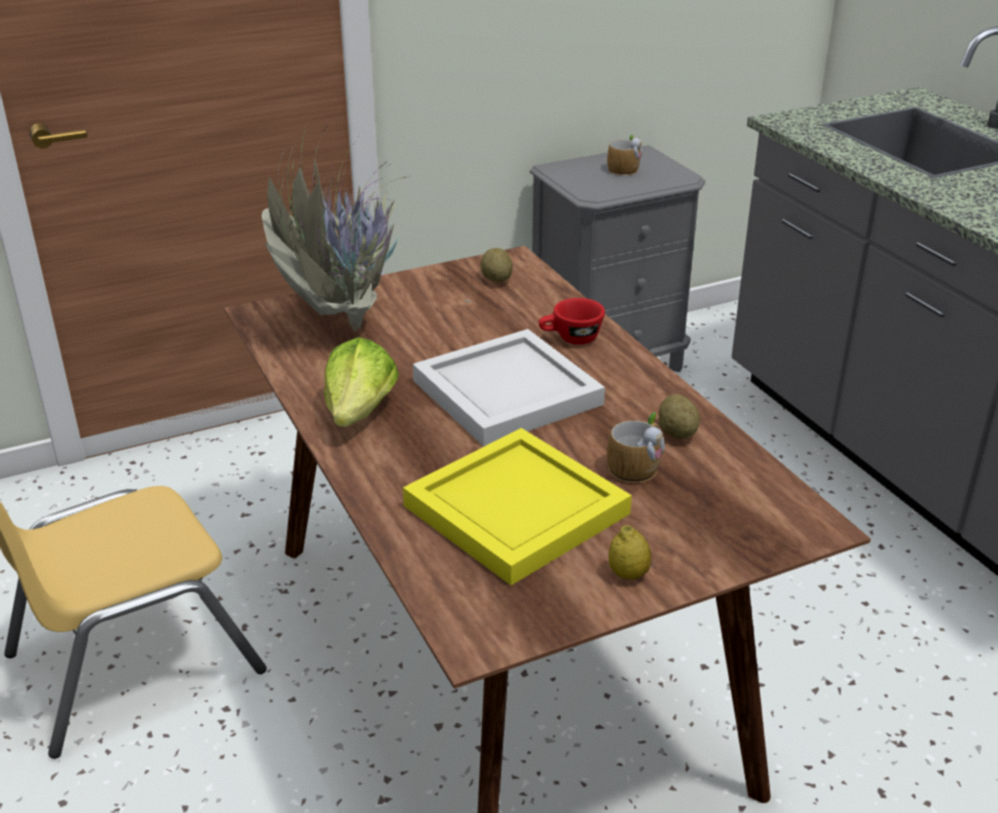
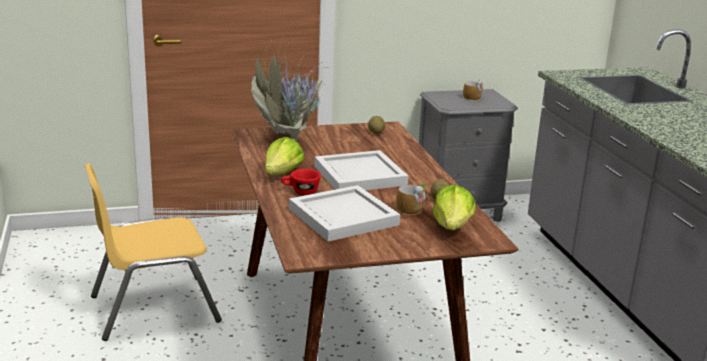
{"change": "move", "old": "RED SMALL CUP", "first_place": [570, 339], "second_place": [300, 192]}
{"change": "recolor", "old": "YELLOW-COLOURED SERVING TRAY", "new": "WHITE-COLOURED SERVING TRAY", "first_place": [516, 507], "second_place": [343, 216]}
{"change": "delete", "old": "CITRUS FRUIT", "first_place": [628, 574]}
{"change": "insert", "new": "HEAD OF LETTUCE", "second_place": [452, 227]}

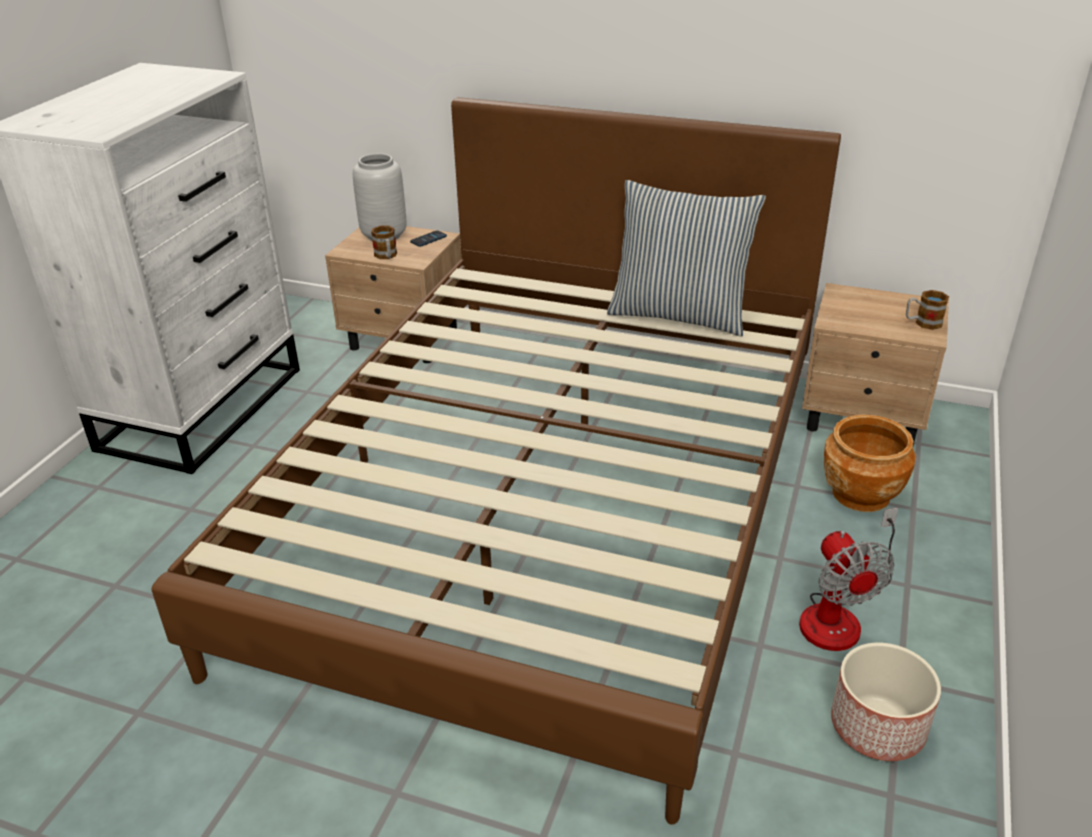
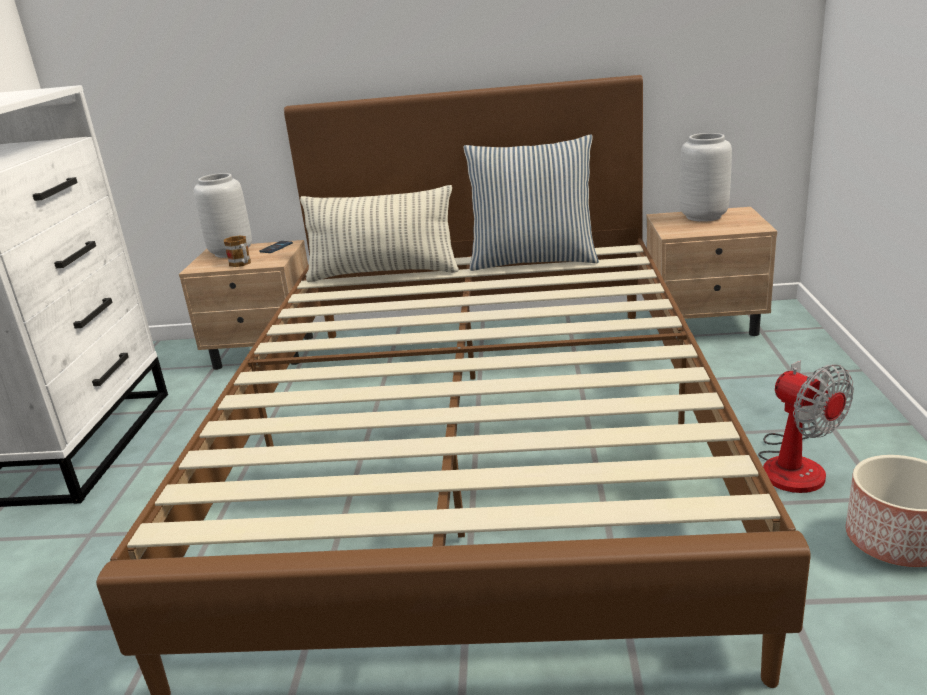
{"change": "delete", "old": "COFFEE MUG", "first_place": [922, 323]}
{"change": "delete", "old": "BROWN-COLOURED PLANT POT", "first_place": [861, 493]}
{"change": "insert", "new": "GREYISH FLOWER VASE", "second_place": [702, 217]}
{"change": "insert", "new": "CUSHION", "second_place": [383, 273]}

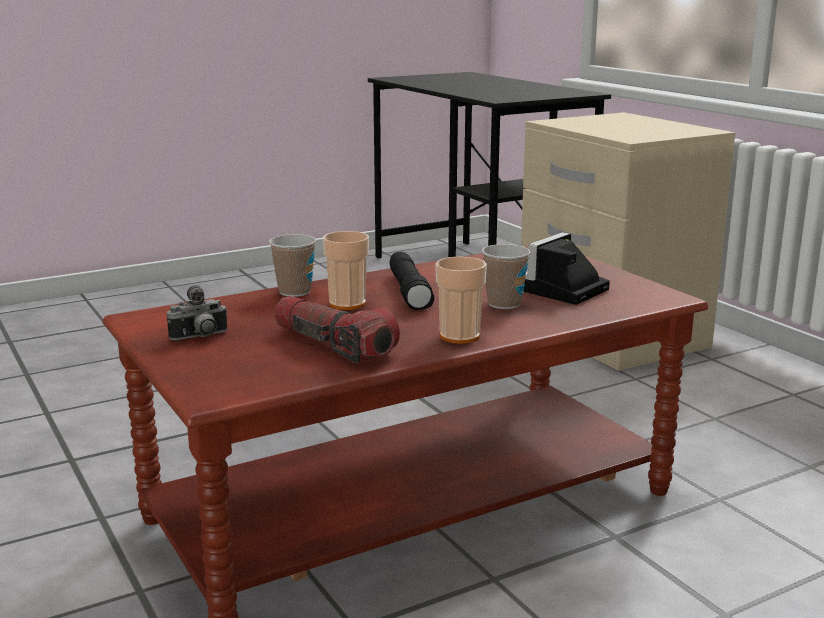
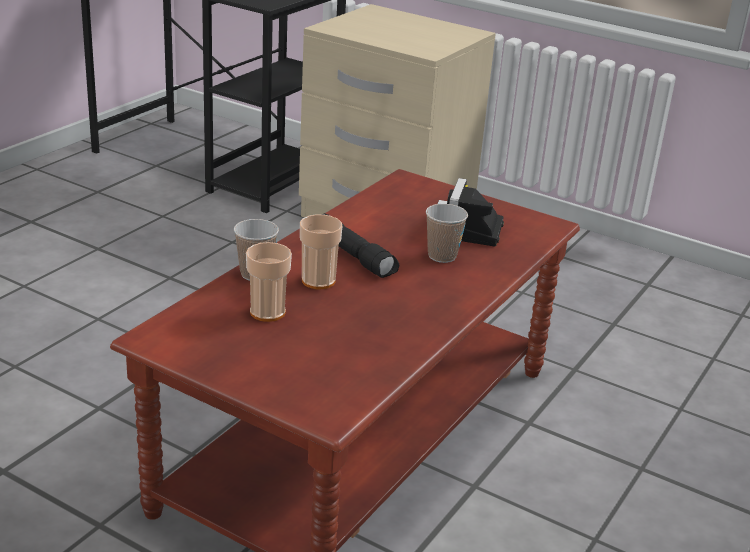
{"change": "move", "old": "SMALL CUP", "first_place": [459, 336], "second_place": [267, 312]}
{"change": "delete", "old": "STILL CAMERA", "first_place": [200, 337]}
{"change": "delete", "old": "HAND TORCH", "first_place": [333, 345]}

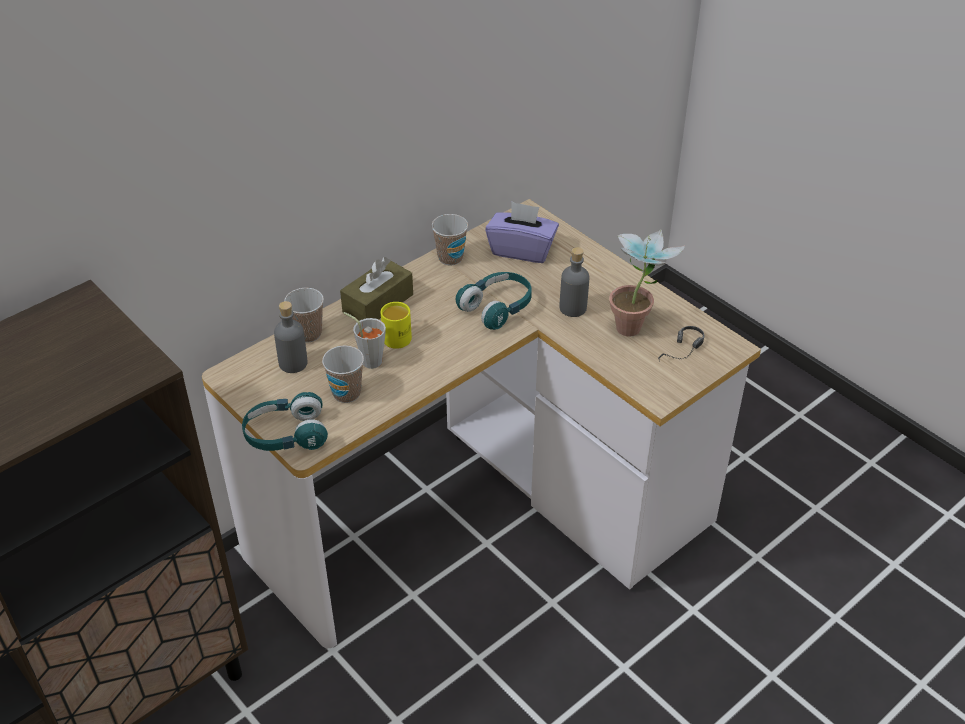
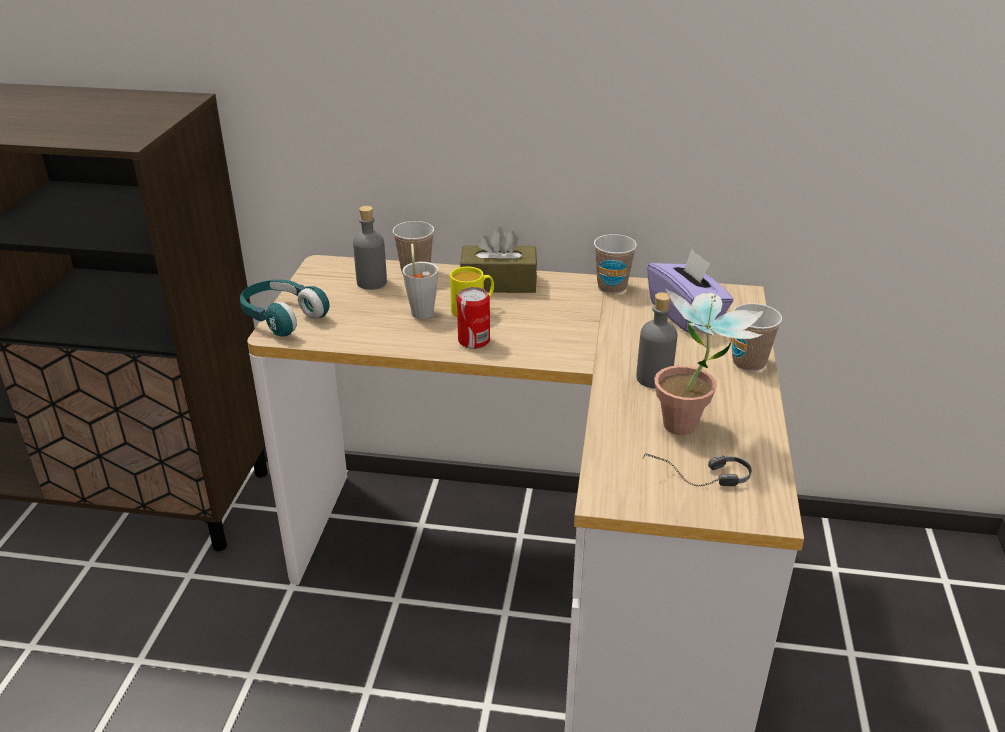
{"change": "delete", "old": "TURQUOISE-COLOURED HEADSET", "first_place": [497, 308]}
{"change": "move", "old": "SMALL CUP", "first_place": [346, 393], "second_place": [748, 363]}
{"change": "insert", "new": "METAL CAN", "second_place": [474, 341]}

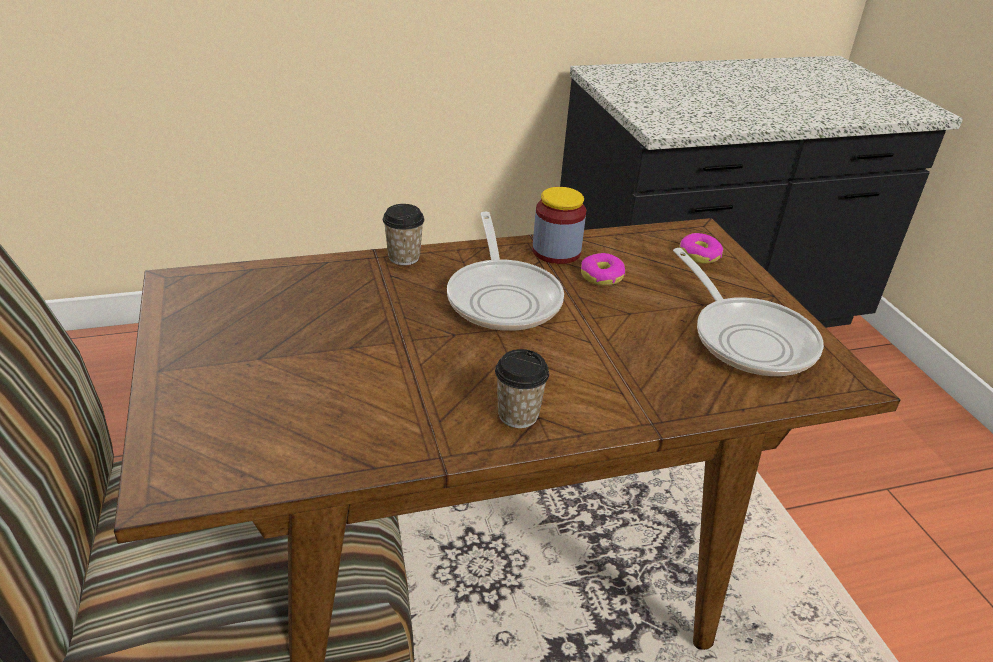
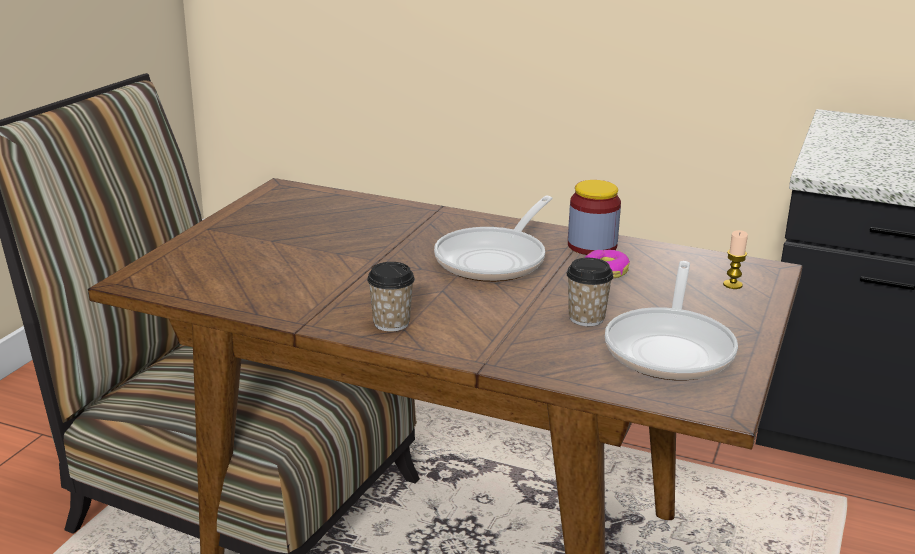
{"change": "move", "old": "SMALL CUP", "first_place": [404, 257], "second_place": [586, 318]}
{"change": "replace", "old": "RING DOUGHNUT", "new": "WAX CANDLE", "first_place": [699, 255], "second_place": [732, 285]}

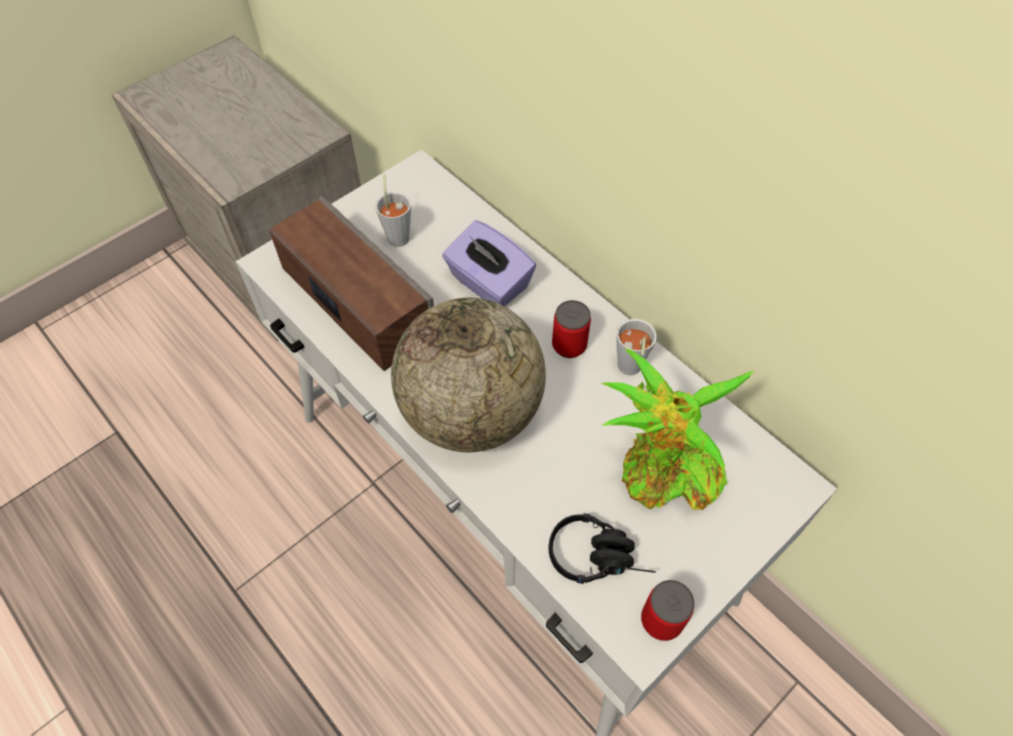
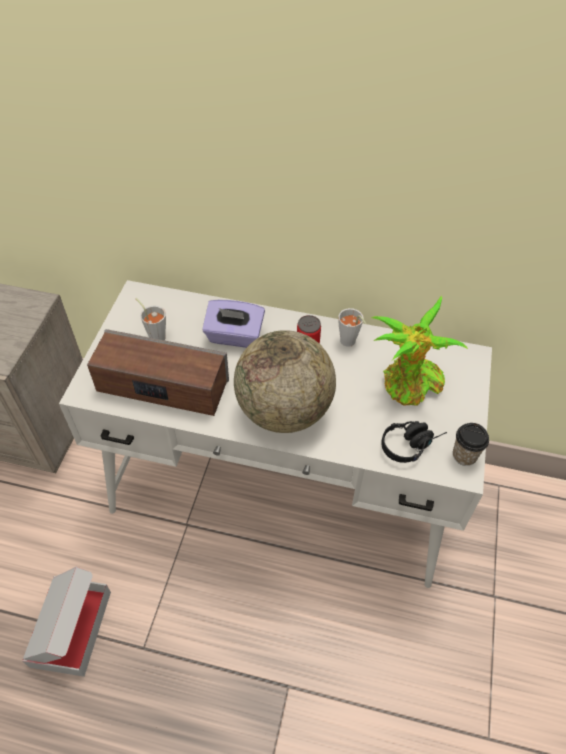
{"change": "replace", "old": "METAL CAN", "new": "SMALL CUP", "first_place": [661, 620], "second_place": [464, 455]}
{"change": "insert", "new": "CARDBOARD BOX", "second_place": [71, 628]}

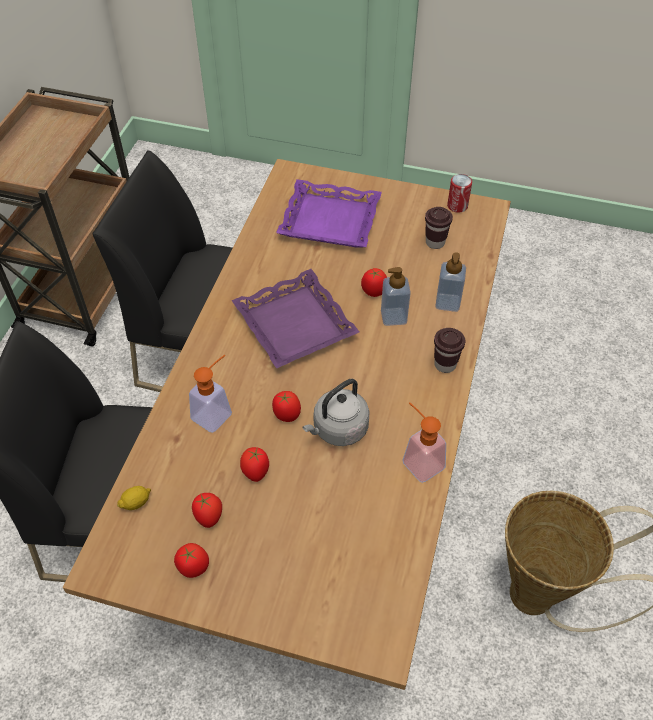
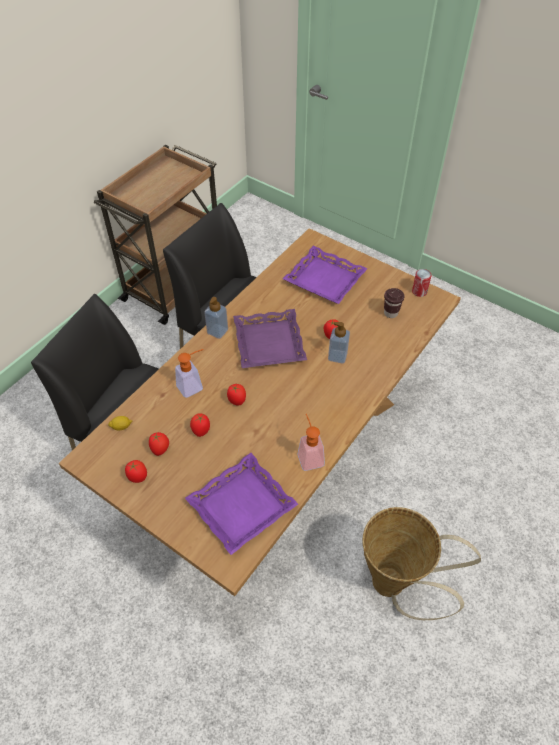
{"change": "move", "old": "SOAP BOTTLE", "first_place": [447, 302], "second_place": [217, 331]}
{"change": "delete", "old": "BROWN-COLOURED SMALL CUP", "first_place": [445, 365]}
{"change": "delete", "old": "GREYISH KETTLE", "first_place": [338, 429]}
{"change": "insert", "new": "PURPLE-COLOURED SERVING TRAY", "second_place": [242, 506]}

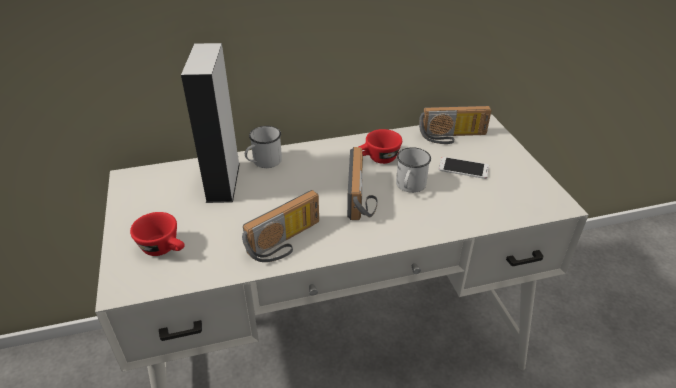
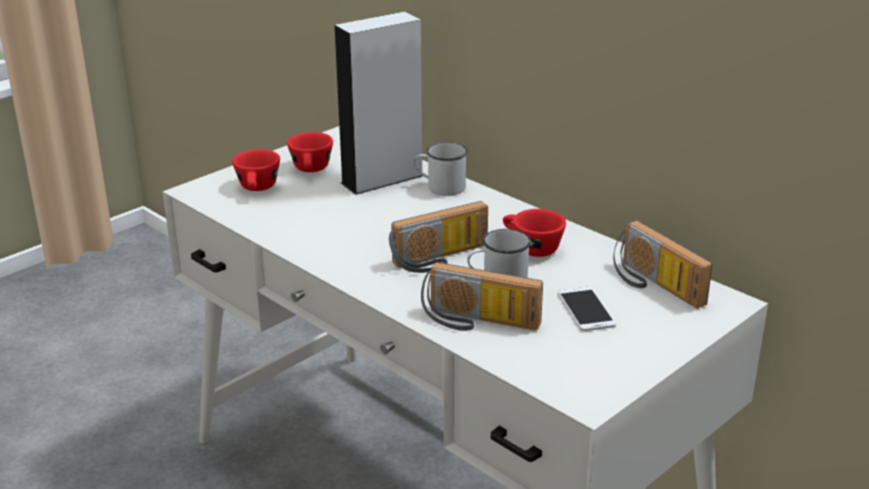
{"change": "move", "old": "RADIO RECEIVER", "first_place": [286, 242], "second_place": [478, 322]}
{"change": "insert", "new": "RED SMALL CUP", "second_place": [312, 170]}

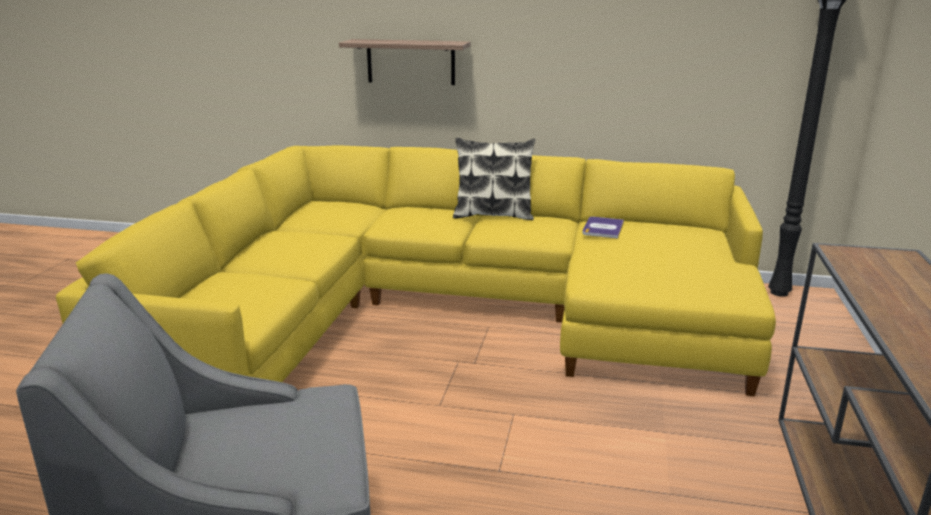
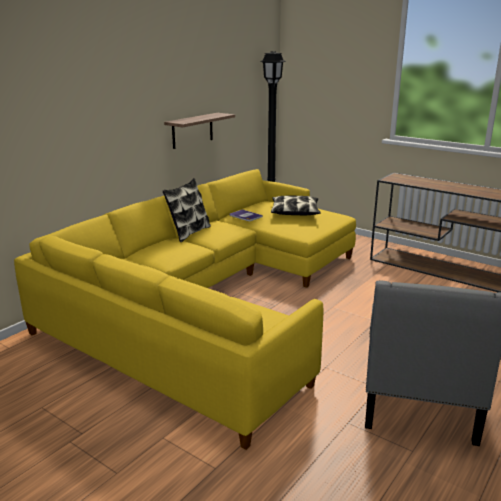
{"change": "move", "old": "SHELF", "first_place": [410, 62], "second_place": [192, 130]}
{"change": "insert", "new": "CUSHION", "second_place": [295, 212]}

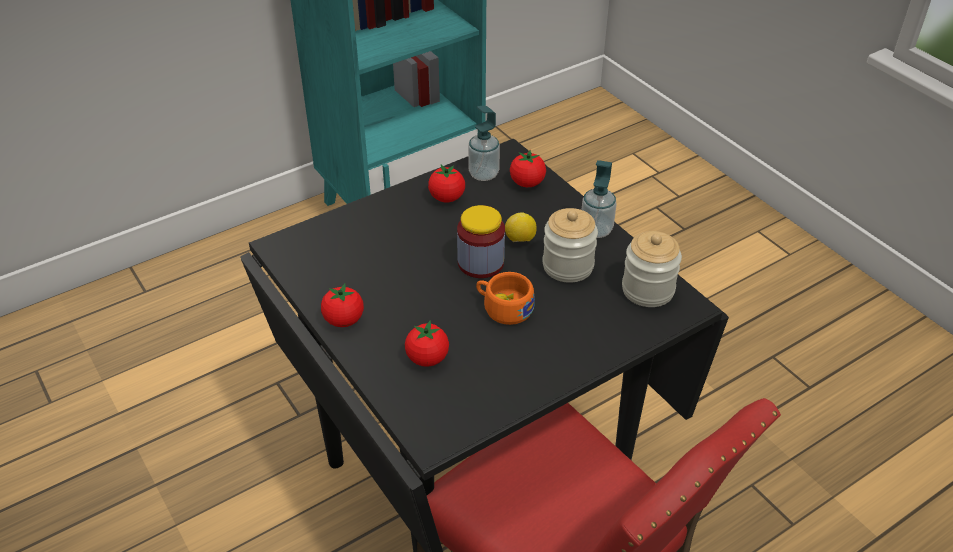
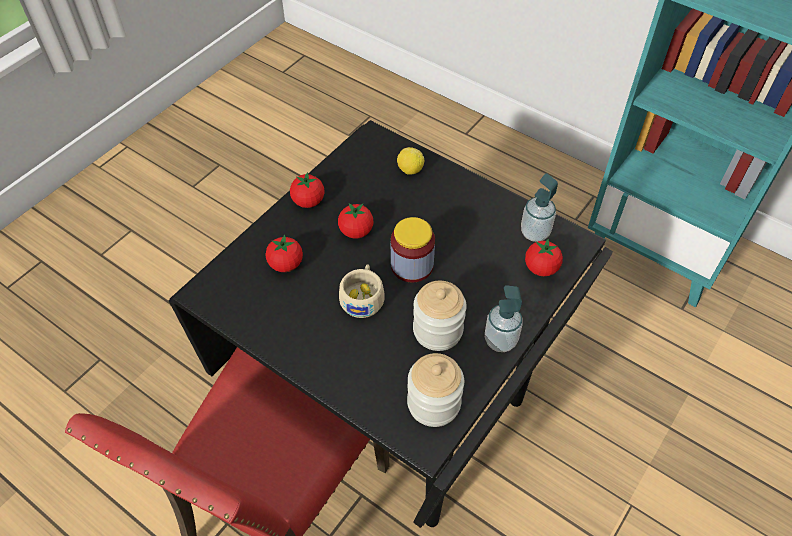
{"change": "move", "old": "FRESH TOMATO", "first_place": [447, 198], "second_place": [356, 231]}
{"change": "move", "old": "CITRUS FRUIT", "first_place": [520, 240], "second_place": [410, 170]}
{"change": "recolor", "old": "ORANGE SMALL CUP", "new": "BEIGE SMALL CUP", "first_place": [503, 307], "second_place": [363, 297]}

